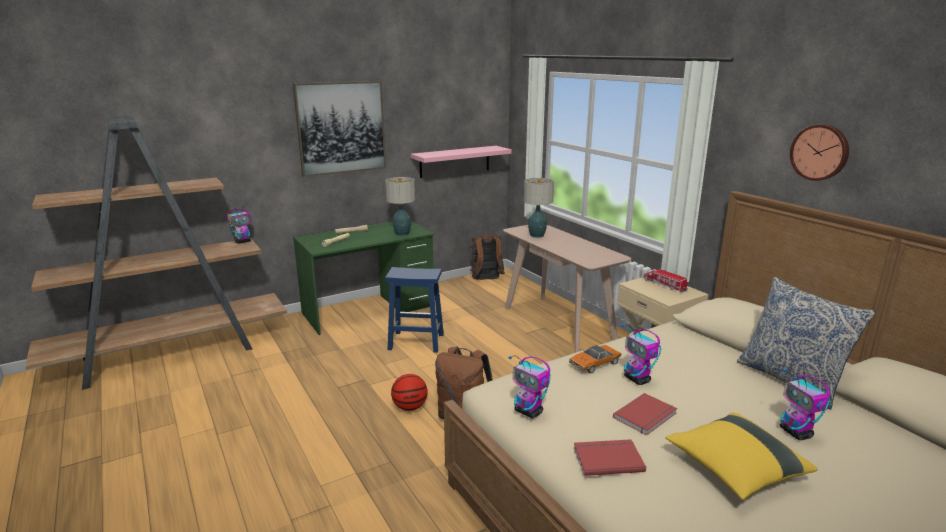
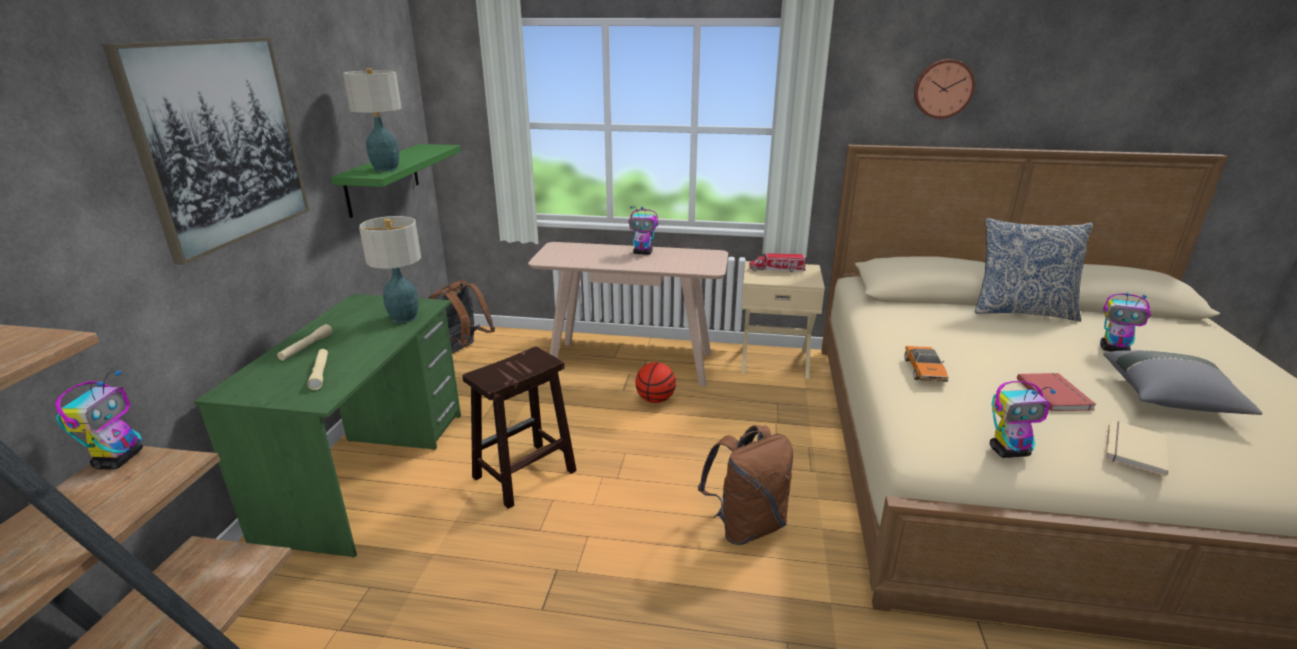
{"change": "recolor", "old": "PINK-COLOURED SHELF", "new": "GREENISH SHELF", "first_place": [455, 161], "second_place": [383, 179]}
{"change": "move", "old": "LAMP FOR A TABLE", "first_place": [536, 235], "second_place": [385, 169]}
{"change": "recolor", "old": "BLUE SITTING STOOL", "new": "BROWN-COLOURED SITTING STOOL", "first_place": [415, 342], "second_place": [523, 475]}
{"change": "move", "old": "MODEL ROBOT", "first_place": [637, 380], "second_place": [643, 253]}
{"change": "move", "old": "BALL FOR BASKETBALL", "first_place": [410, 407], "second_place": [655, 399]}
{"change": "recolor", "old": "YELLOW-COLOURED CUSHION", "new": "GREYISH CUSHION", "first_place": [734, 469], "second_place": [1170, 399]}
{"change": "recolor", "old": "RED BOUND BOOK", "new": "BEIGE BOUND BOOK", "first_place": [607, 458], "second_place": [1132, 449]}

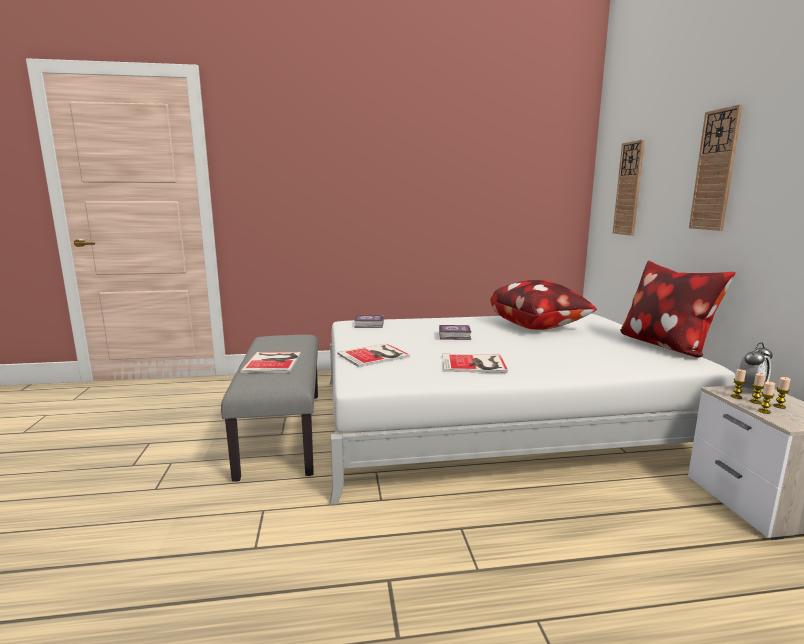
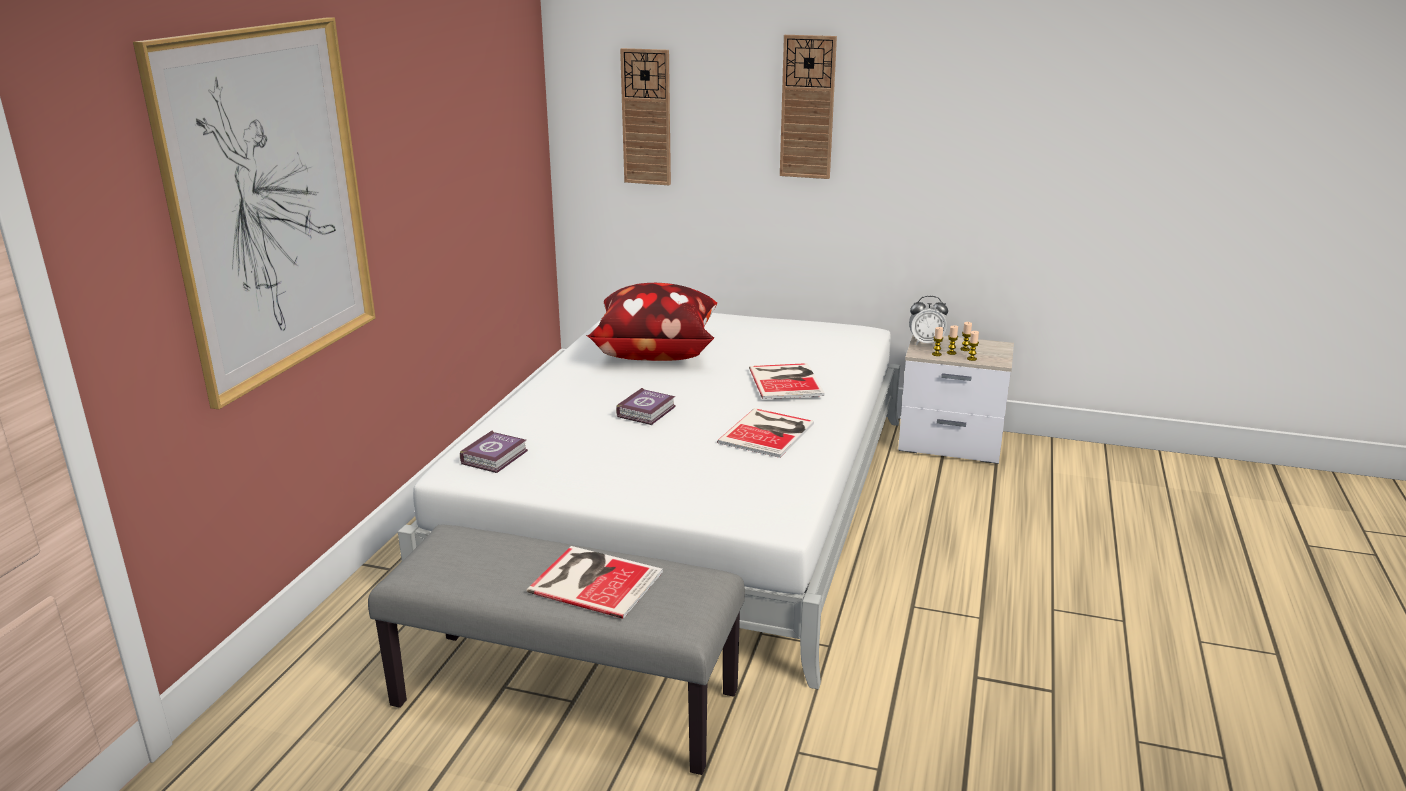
{"change": "delete", "old": "CUSHION", "first_place": [665, 346]}
{"change": "rotate", "old": "TABLE CLOCK", "first_place": [751, 390], "second_place": [926, 342], "degrees": 105}
{"change": "move", "old": "BOUND BOOK", "first_place": [375, 355], "second_place": [787, 380]}
{"change": "insert", "new": "PICTURE", "second_place": [271, 203]}

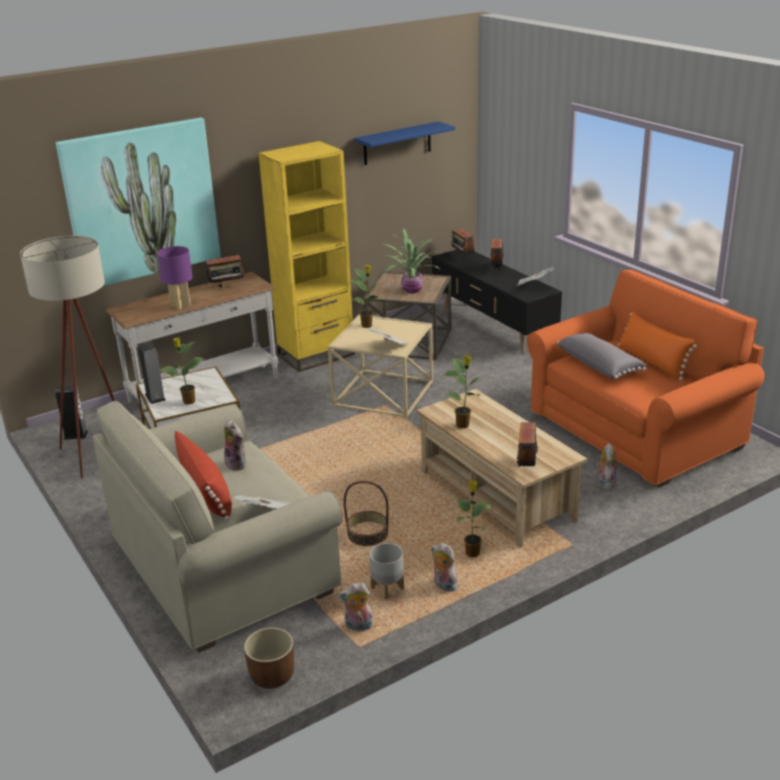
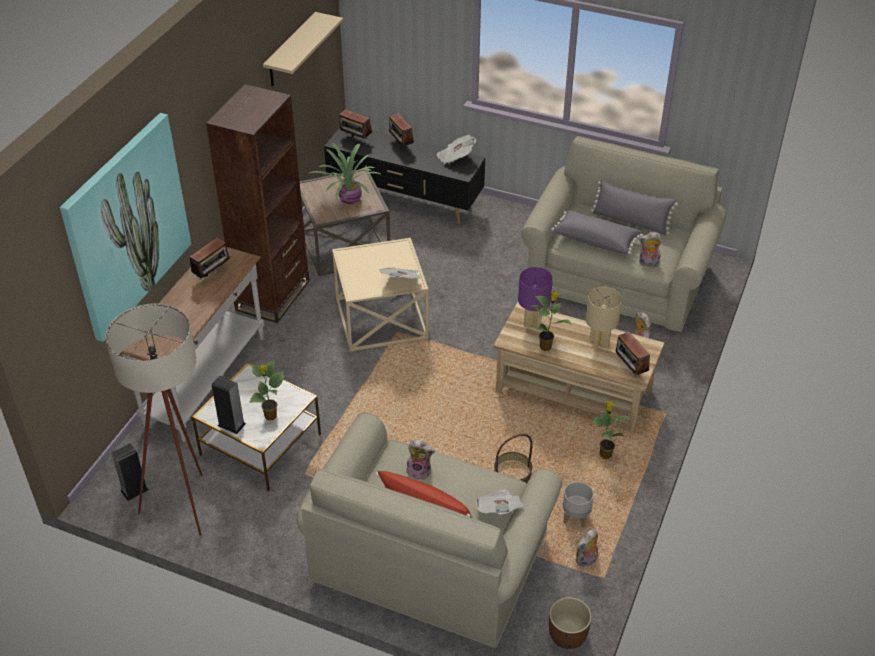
{"change": "recolor", "old": "BLUE SHELF", "new": "BEIGE SHELF", "first_place": [397, 143], "second_place": [290, 51]}
{"change": "recolor", "old": "YELLOW-COLOURED BOOKSHELF", "new": "BROWN-COLOURED BOOKSHELF", "first_place": [316, 355], "second_place": [273, 295]}
{"change": "move", "old": "PURPLE-COLOURED LAMP FOR A TABLE", "first_place": [180, 305], "second_place": [532, 322]}
{"change": "delete", "old": "HOUSEPLANT", "first_place": [367, 325]}
{"change": "recolor", "old": "ORANGE COUCH", "new": "BEIGE COUCH", "first_place": [635, 431], "second_place": [618, 279]}
{"change": "recolor", "old": "ORANGE CUSHION", "new": "GREYISH CUSHION", "first_place": [652, 362], "second_place": [630, 221]}
{"change": "move", "old": "CUDDLY TOY", "first_place": [443, 586], "second_place": [648, 264]}
{"change": "insert", "new": "BEIGE LAMP FOR A TABLE", "second_place": [599, 342]}

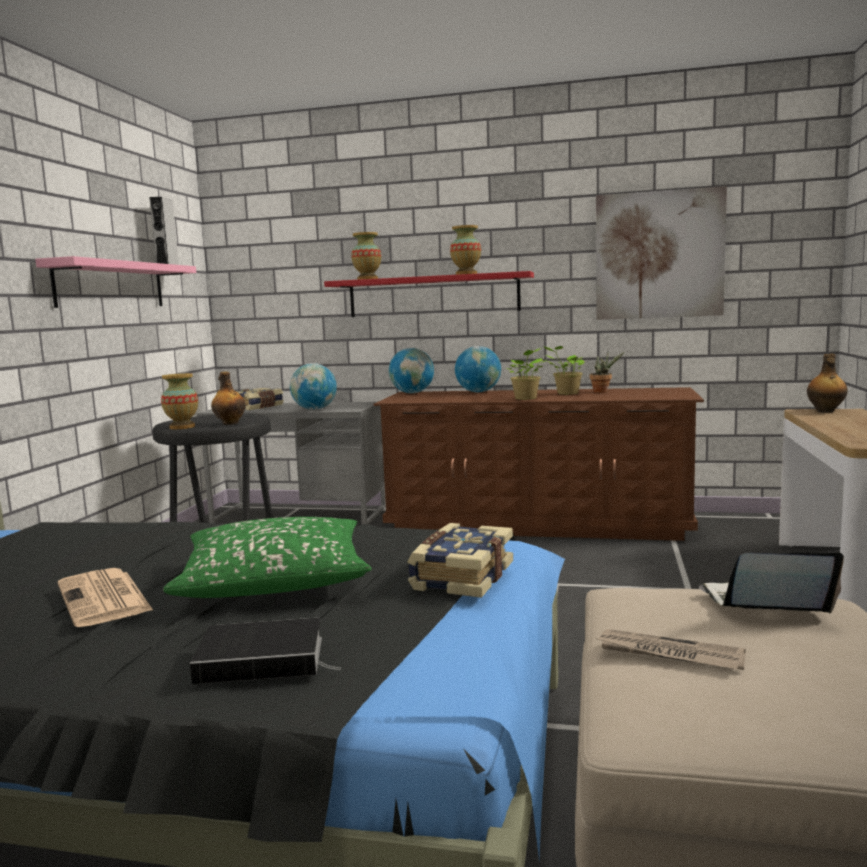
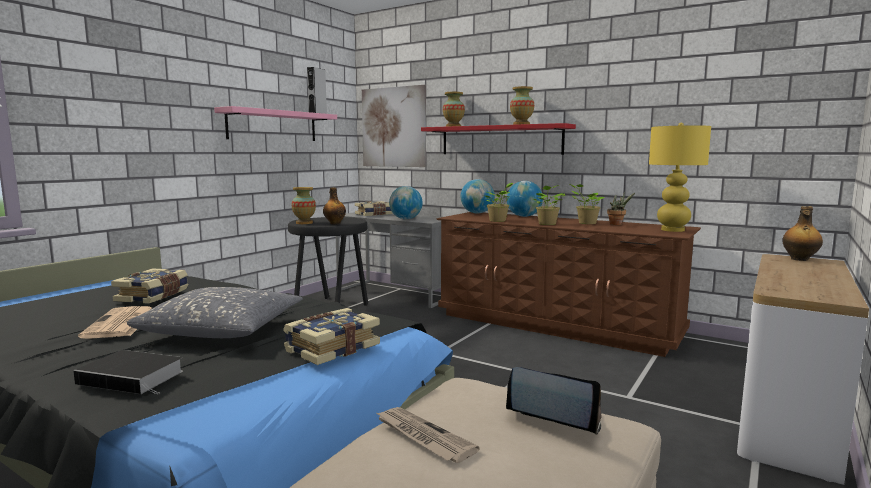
{"change": "move", "old": "PICTURE", "first_place": [659, 255], "second_place": [393, 127]}
{"change": "recolor", "old": "GREENISH CUSHION", "new": "GREYISH CUSHION", "first_place": [275, 580], "second_place": [223, 330]}
{"change": "insert", "new": "YELLOW-COLOURED LAMP FOR A TABLE", "second_place": [673, 230]}
{"change": "insert", "new": "HOUSEPLANT", "second_place": [498, 221]}
{"change": "insert", "new": "BOUND BOOK", "second_place": [154, 296]}

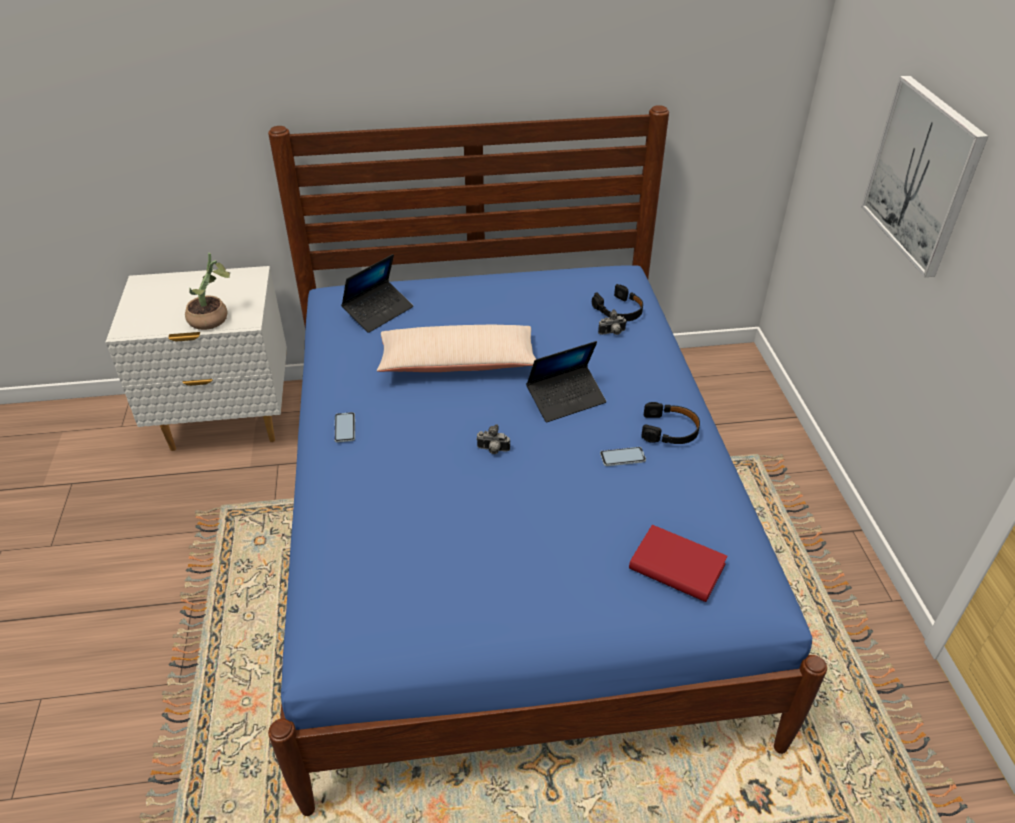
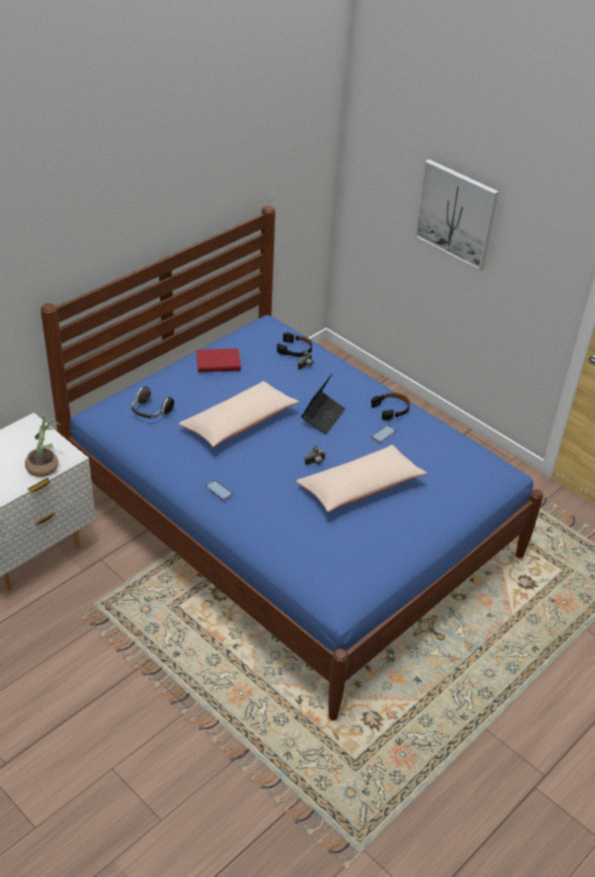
{"change": "replace", "old": "PORTABLE COMPUTER", "new": "HEADSET", "first_place": [378, 312], "second_place": [150, 412]}
{"change": "move", "old": "RED BOUND BOOK", "first_place": [677, 567], "second_place": [218, 363]}
{"change": "insert", "new": "BEIGE CUSHION", "second_place": [360, 487]}

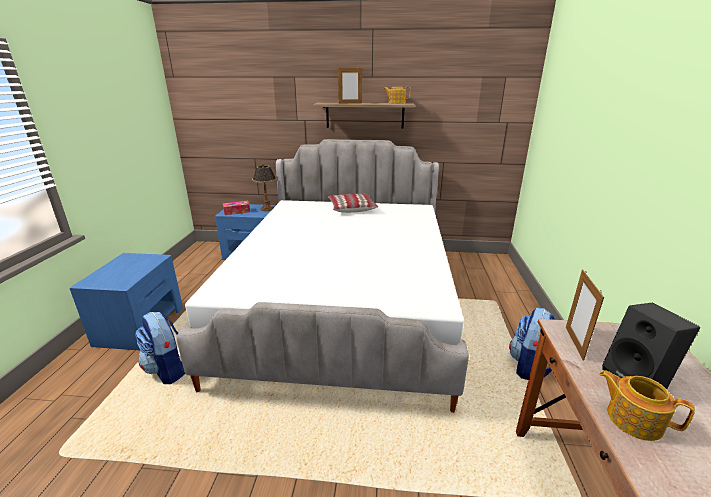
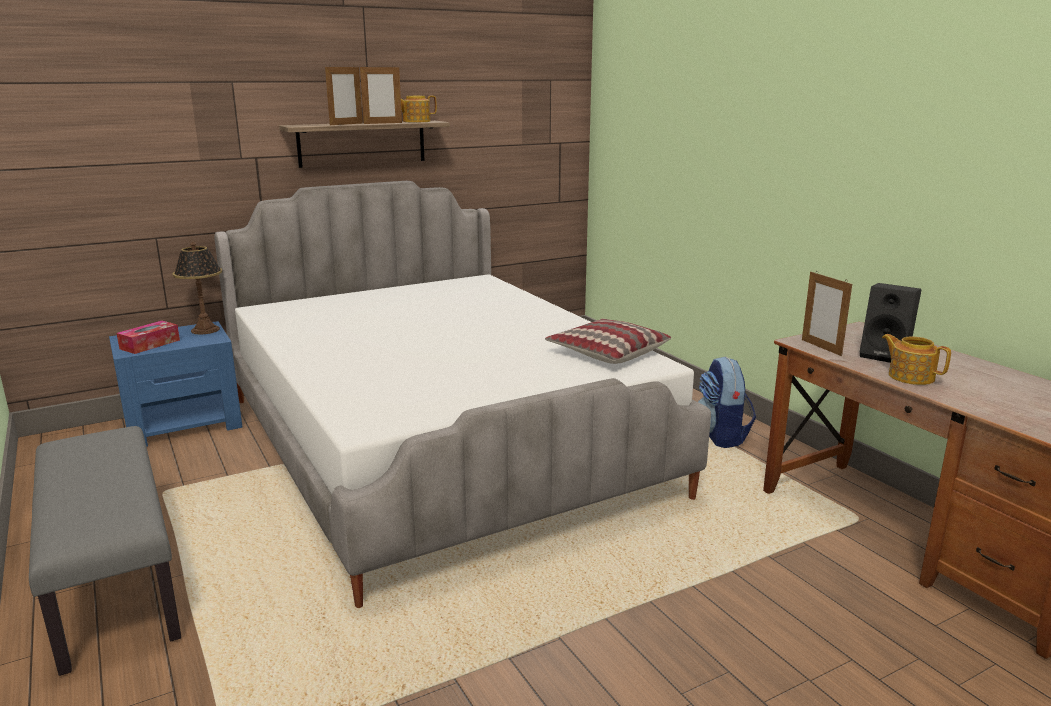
{"change": "move", "old": "CUSHION", "first_place": [351, 208], "second_place": [607, 353]}
{"change": "replace", "old": "BLUE NIGHT TABLE", "new": "GREYISH INDOOR BENCH", "first_place": [141, 325], "second_place": [111, 581]}
{"change": "delete", "old": "RUCKSACK", "first_place": [169, 369]}
{"change": "rotate", "old": "TEAPOT", "first_place": [633, 419], "second_place": [910, 376], "degrees": 45}
{"change": "insert", "new": "PHOTO FRAME", "second_place": [383, 123]}

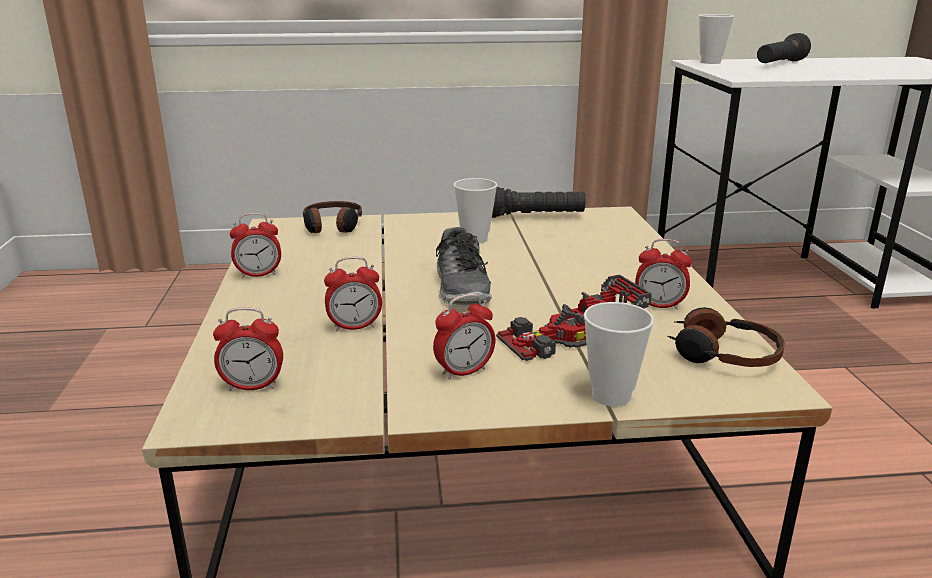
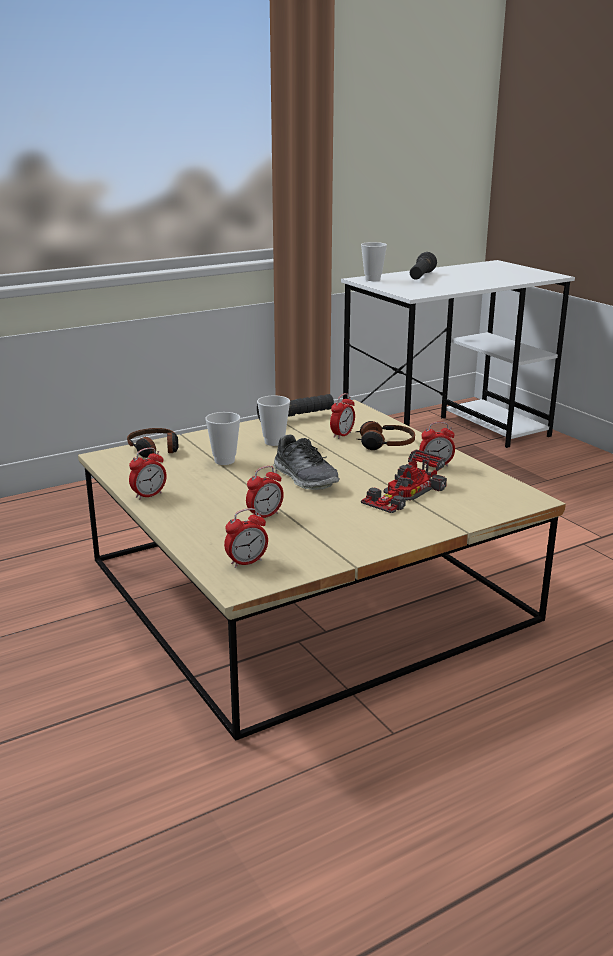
{"change": "move", "old": "TABLE CLOCK", "first_place": [464, 372], "second_place": [342, 435]}
{"change": "move", "old": "SMALL CUP", "first_place": [611, 396], "second_place": [224, 461]}
{"change": "move", "old": "HEADSET", "first_place": [723, 354], "second_place": [384, 444]}

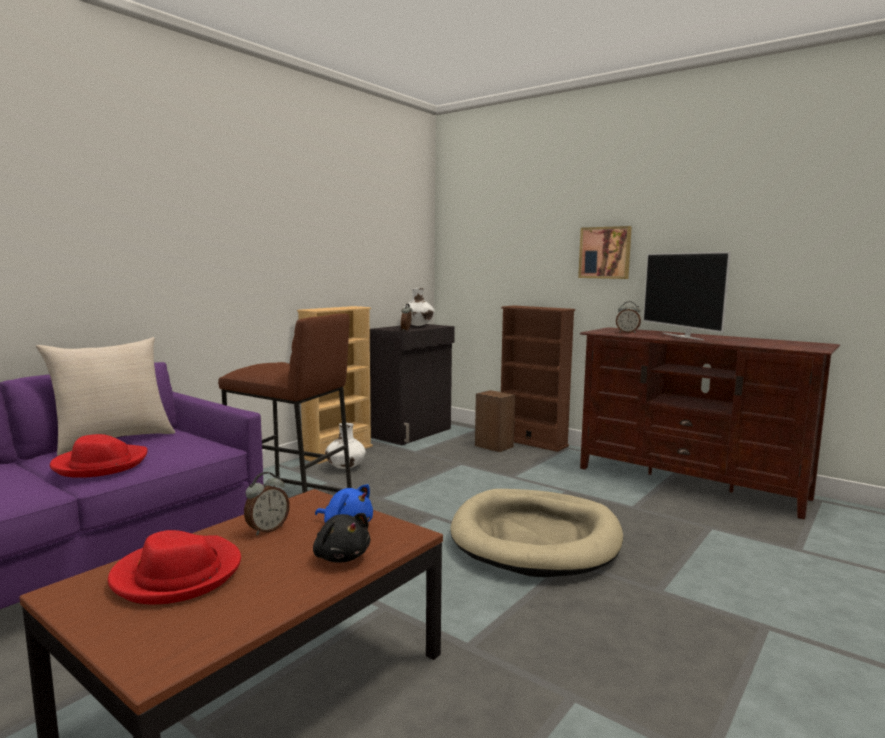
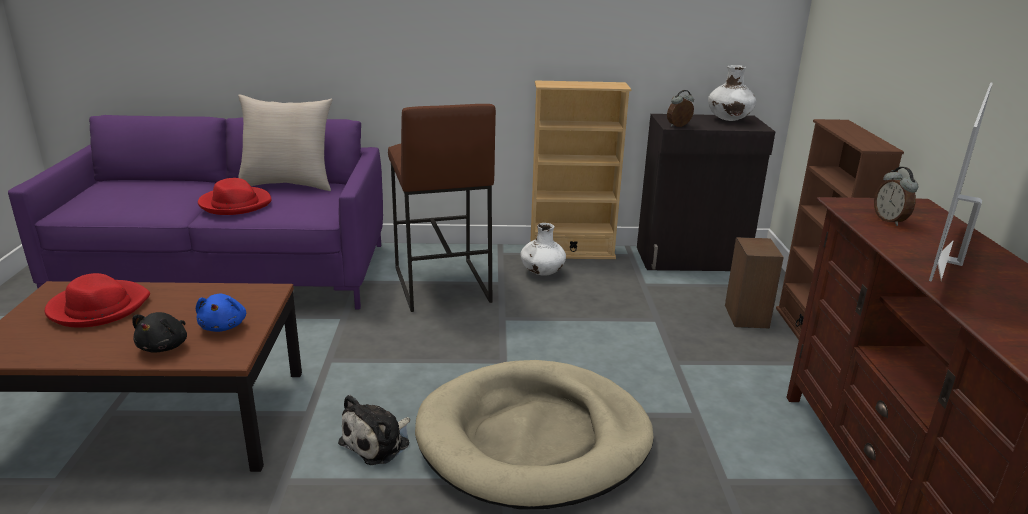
{"change": "delete", "old": "PICTURE", "first_place": [605, 252]}
{"change": "delete", "old": "TABLE CLOCK", "first_place": [267, 529]}
{"change": "insert", "new": "CUDDLY TOY", "second_place": [378, 442]}

